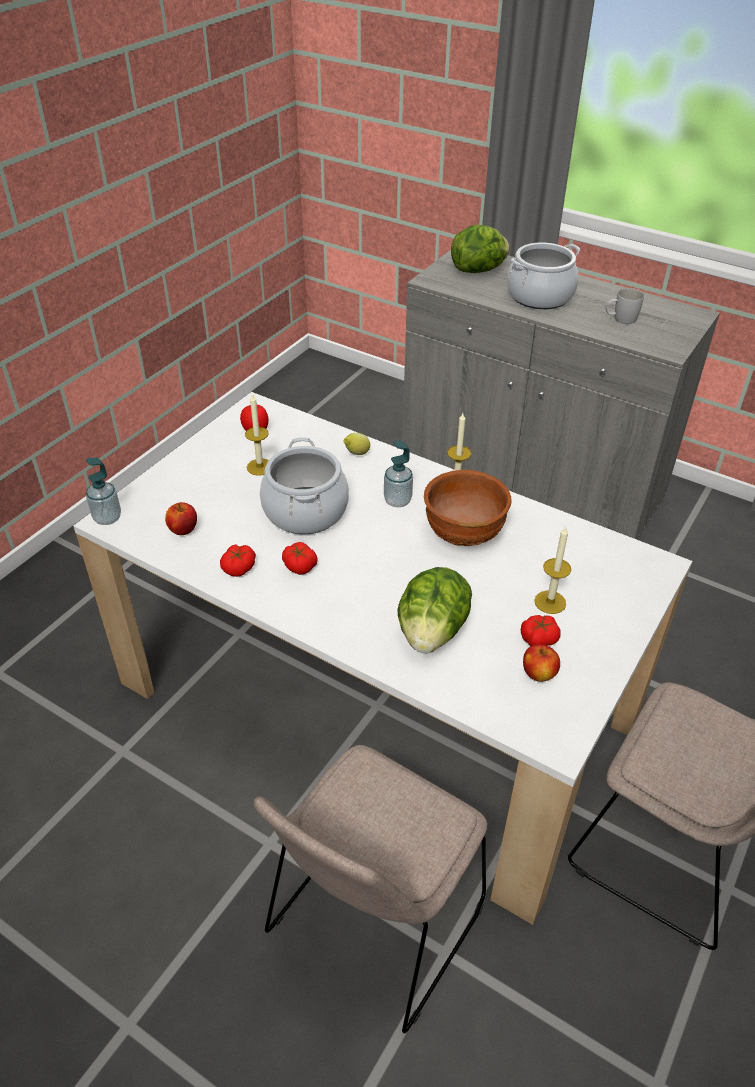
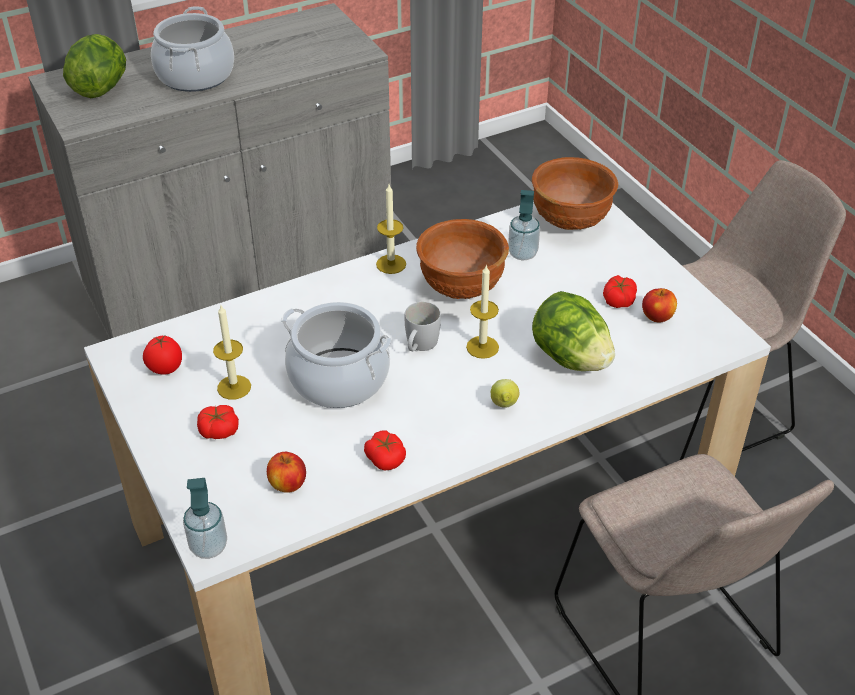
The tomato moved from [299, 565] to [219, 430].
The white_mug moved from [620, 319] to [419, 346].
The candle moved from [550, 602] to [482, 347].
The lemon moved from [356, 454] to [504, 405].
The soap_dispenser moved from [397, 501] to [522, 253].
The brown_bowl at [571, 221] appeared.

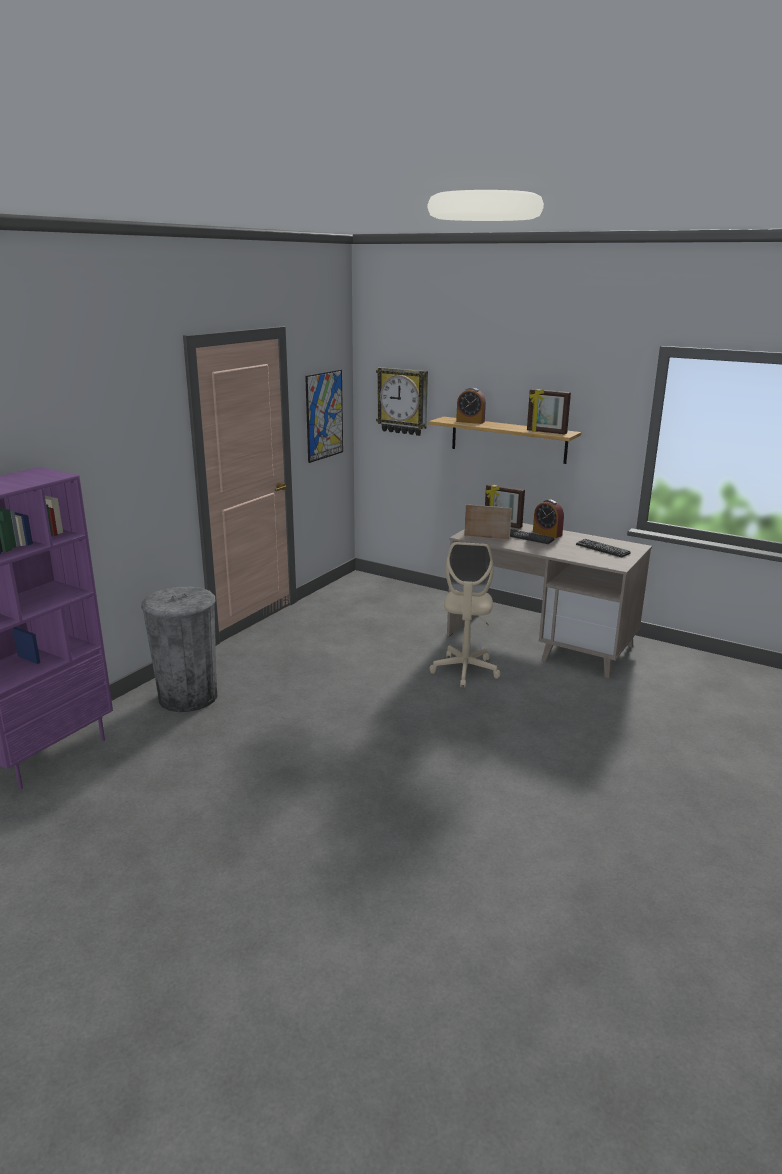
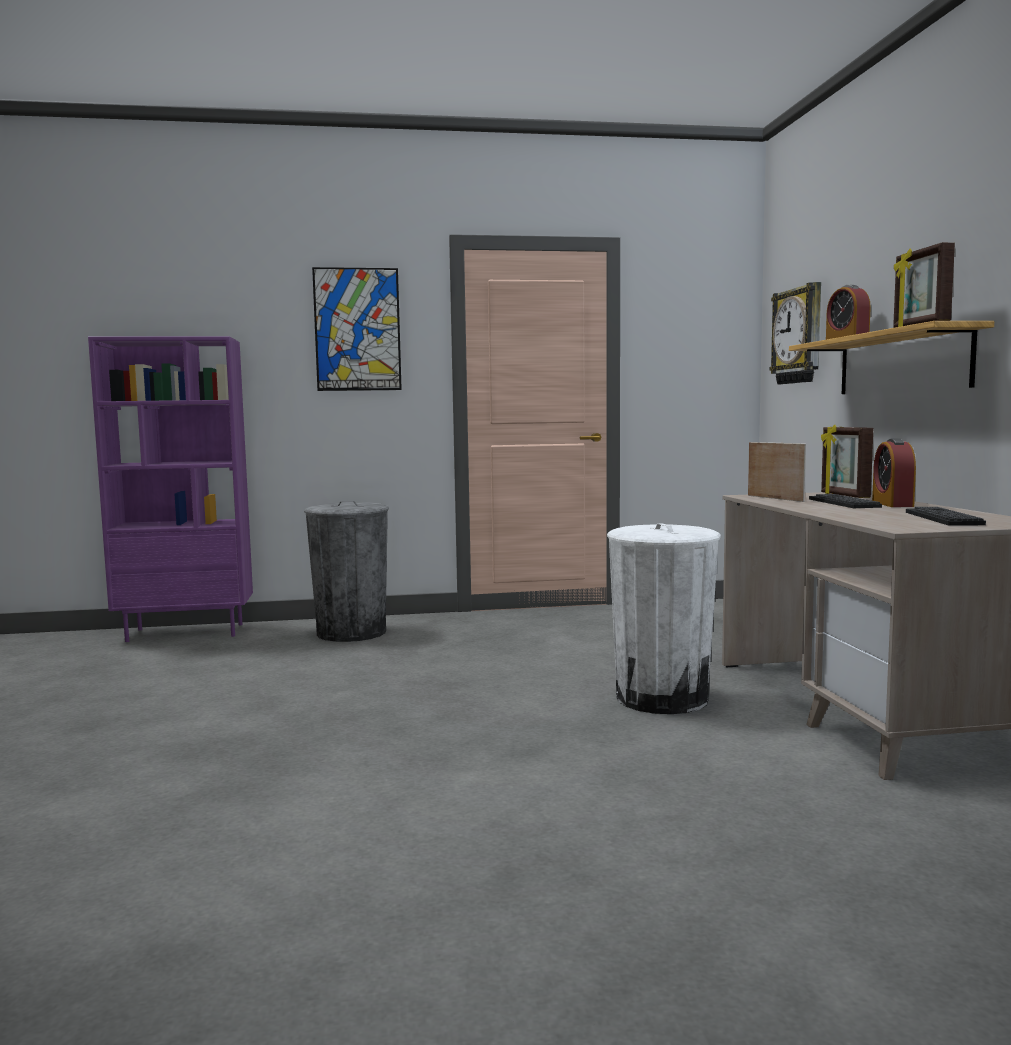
The picture moved from [324, 415] to [357, 329].
The beige_office_chair at [465, 670] was replaced by the white_trash_can at [661, 698].

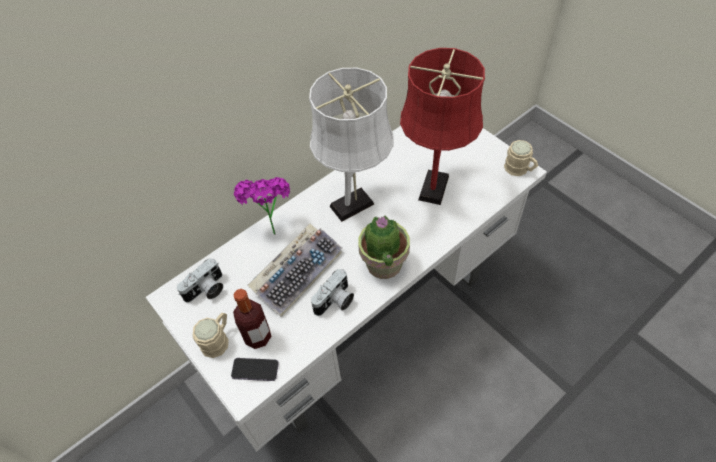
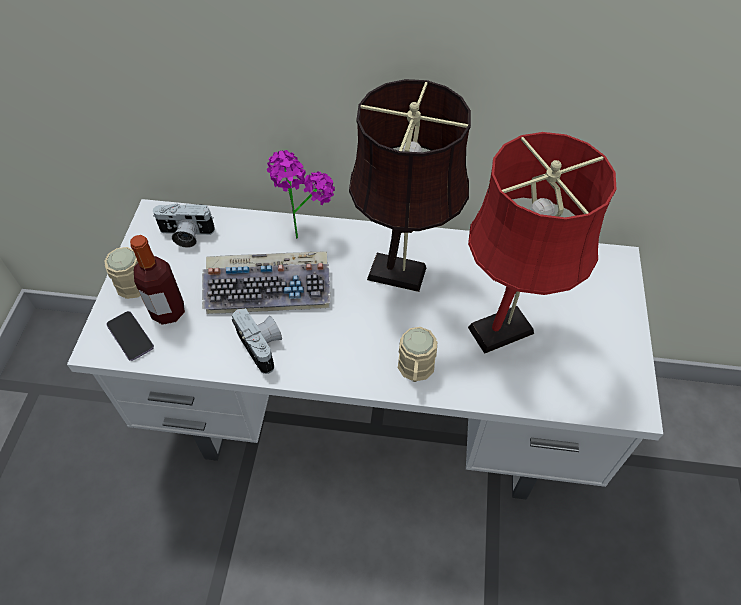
The photo_camera at [335, 302] turned 120 degrees counterclockwise.
The white_table_lamp at [355, 203] became the brown_table_lamp at [402, 275].
The beige_mug moved from [520, 169] to [415, 371].
The potted_plant at [383, 264] disappeared.

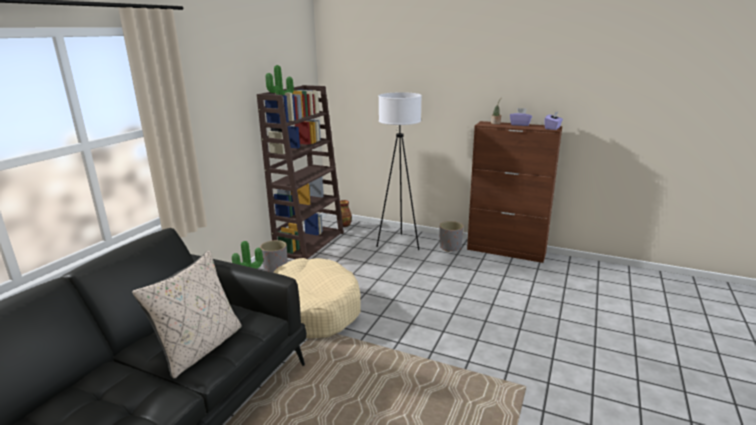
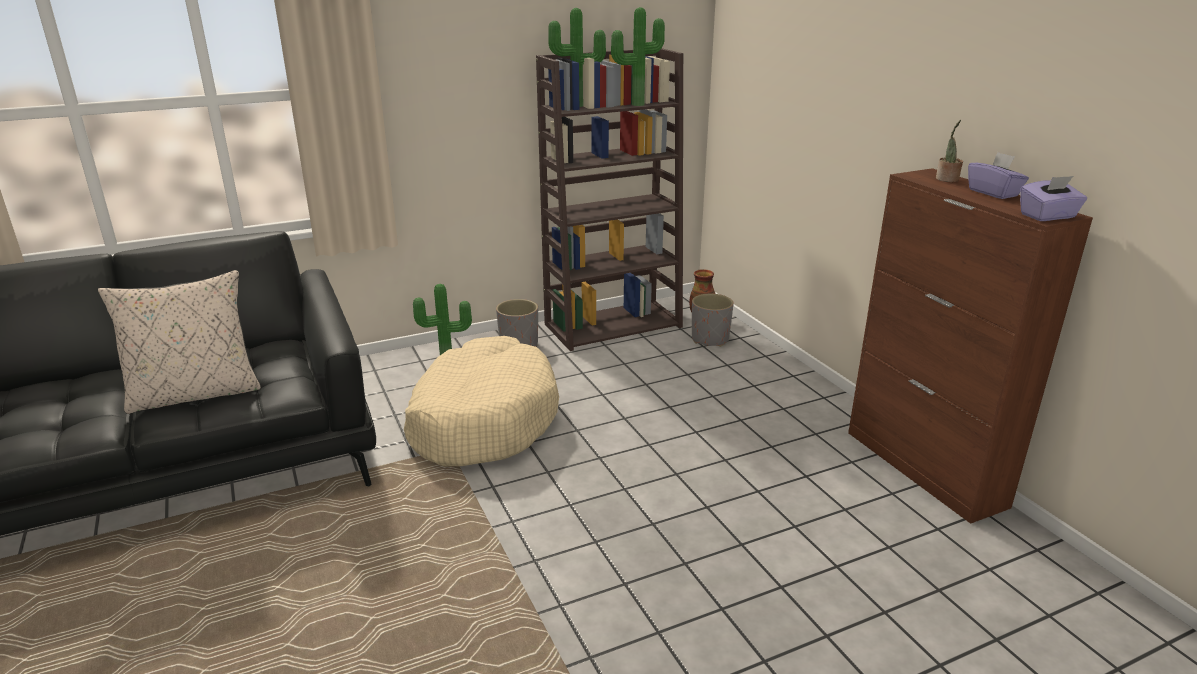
The potted_plant at [636, 104] appeared.
The grey_planter moved from [450, 247] to [709, 339].
The white_floor_lamp at [399, 243] disappeared.

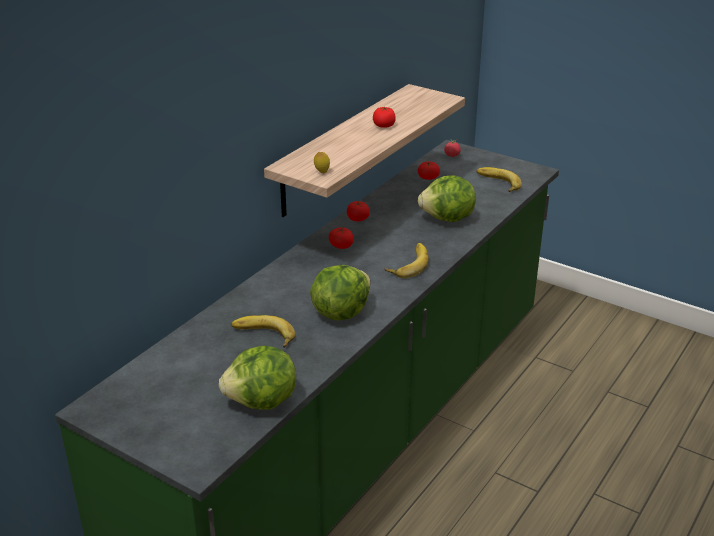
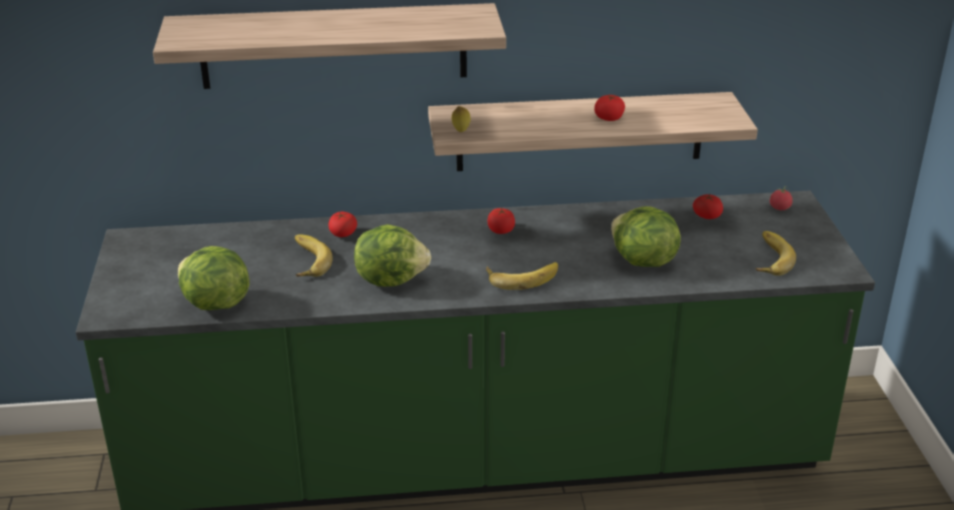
The shelf at [334, 46] appeared.
The tomato moved from [358, 218] to [343, 233].

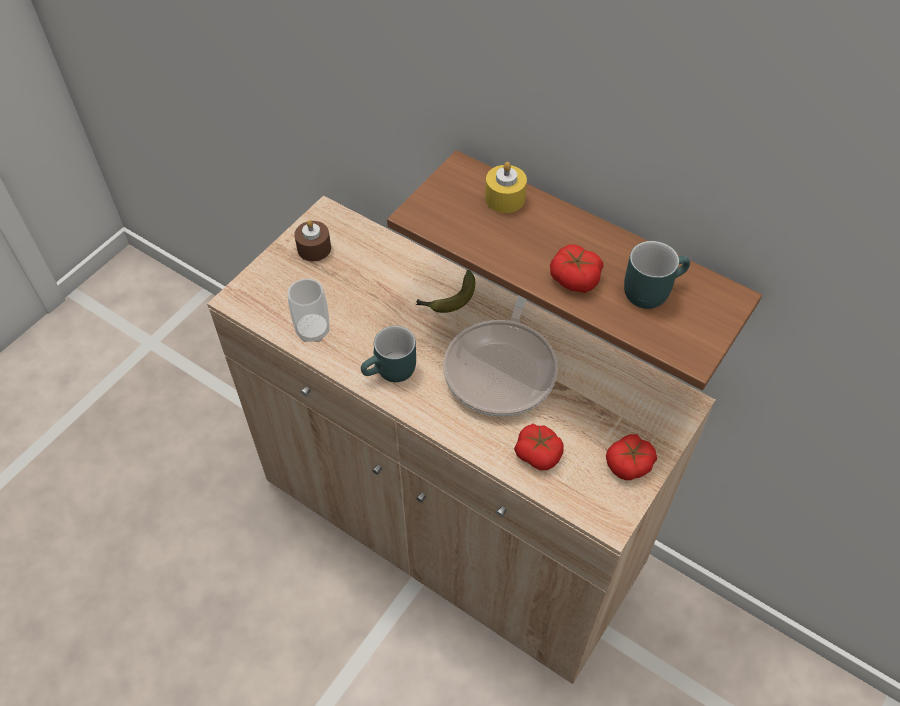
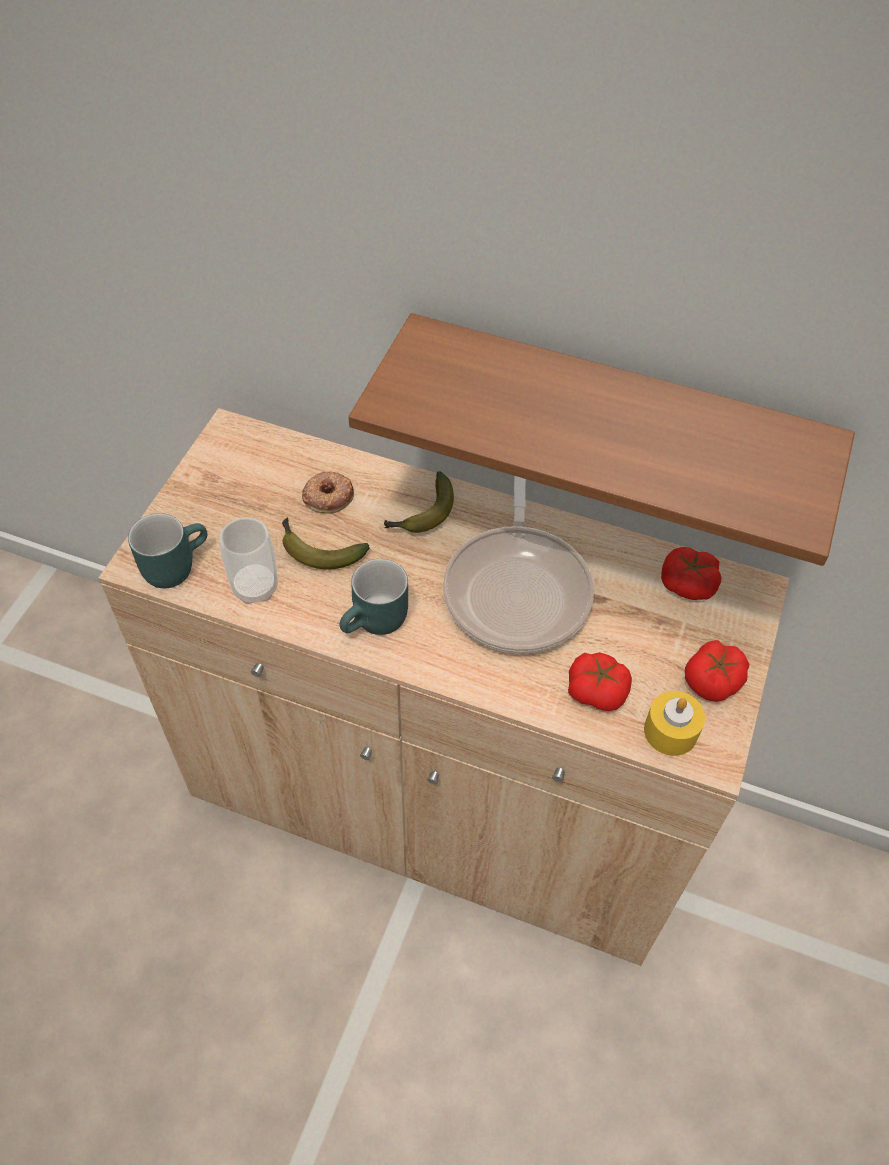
The turquoise_mug moved from [650, 288] to [174, 563].
The banana at [318, 550] appeared.
The donut at [328, 496] appeared.
The yellow_candle moved from [505, 198] to [670, 731].
The tomato moved from [574, 278] to [688, 584].
The brown_candle at [314, 248] disappeared.

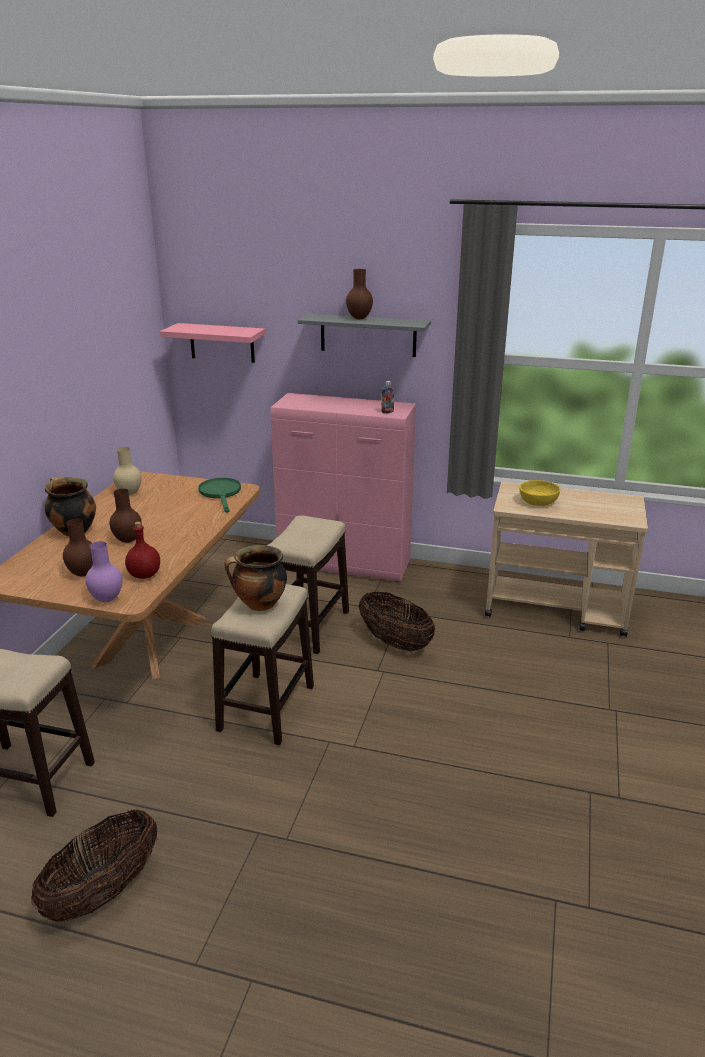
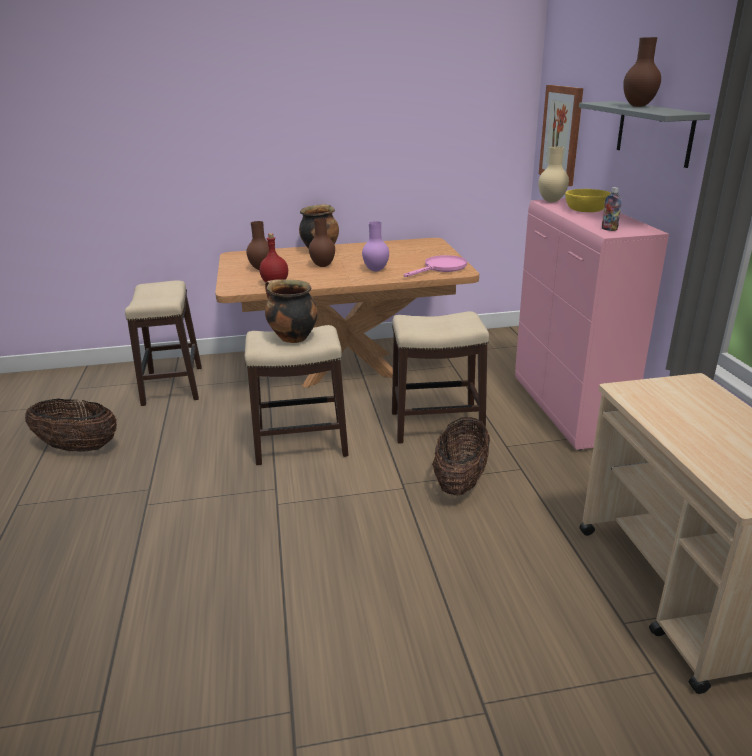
The purple_vase moved from [108, 599] to [376, 270].
The green_frying_pan at [221, 493] became the pink_frying_pan at [441, 268].
The beige_vase moved from [130, 494] to [552, 201].
The pink_shelf at [222, 343] was replaced by the picture at [561, 134].
The yellow_bowl moved from [537, 501] to [586, 210].

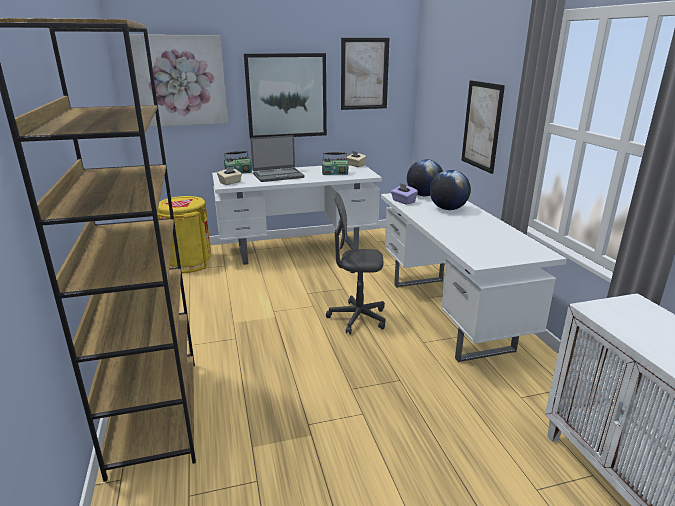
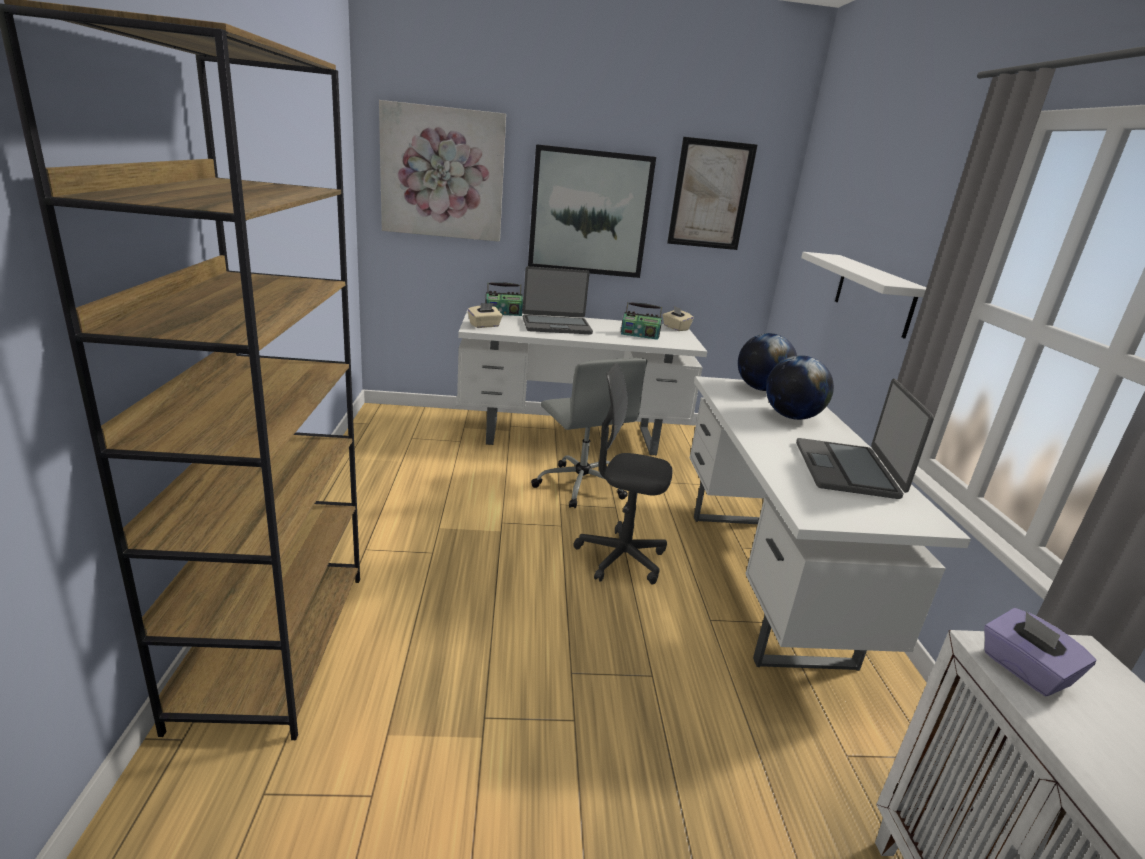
The grey_office_chair at [580, 485] appeared.
The laptop at [848, 470] appeared.
The picture at [482, 126] was replaced by the white_shelf at [873, 294].
The purple_tissue_box moved from [403, 201] to [1024, 670].
The yellow_trash_can at [187, 262] disappeared.

